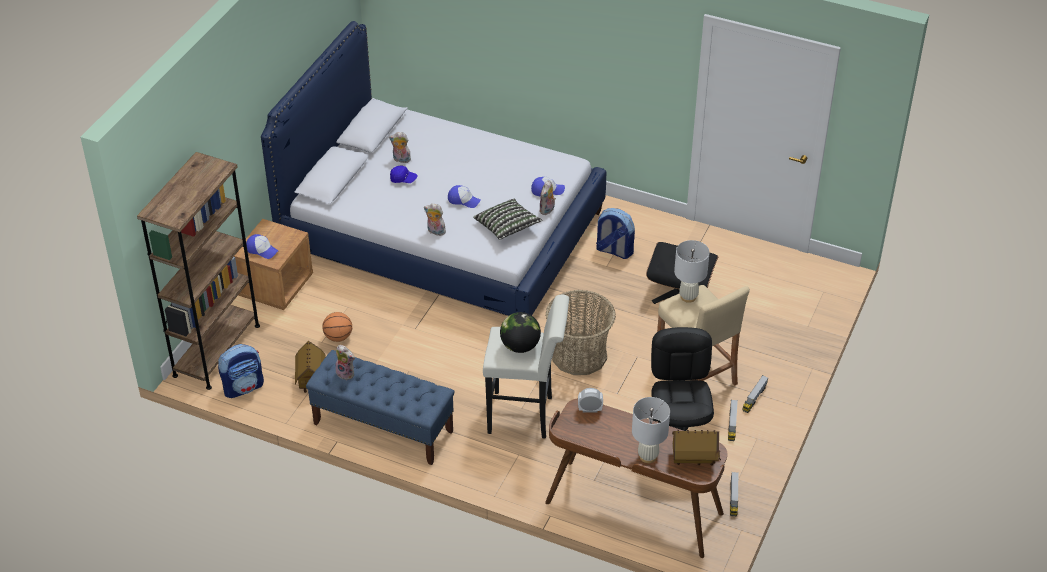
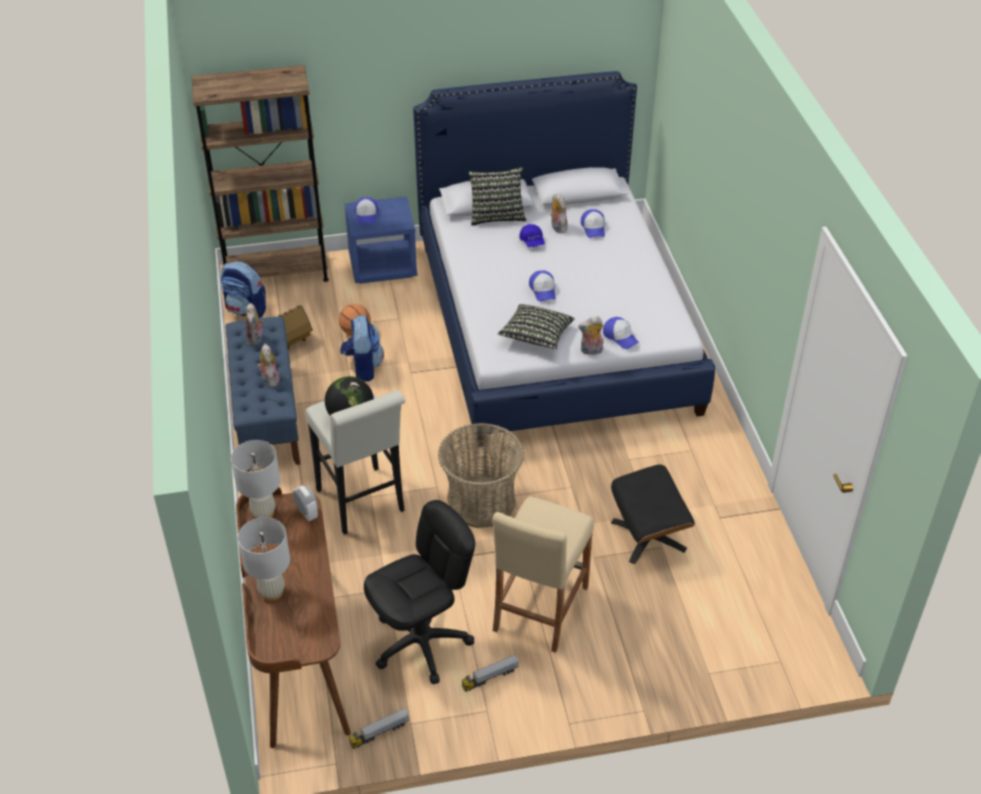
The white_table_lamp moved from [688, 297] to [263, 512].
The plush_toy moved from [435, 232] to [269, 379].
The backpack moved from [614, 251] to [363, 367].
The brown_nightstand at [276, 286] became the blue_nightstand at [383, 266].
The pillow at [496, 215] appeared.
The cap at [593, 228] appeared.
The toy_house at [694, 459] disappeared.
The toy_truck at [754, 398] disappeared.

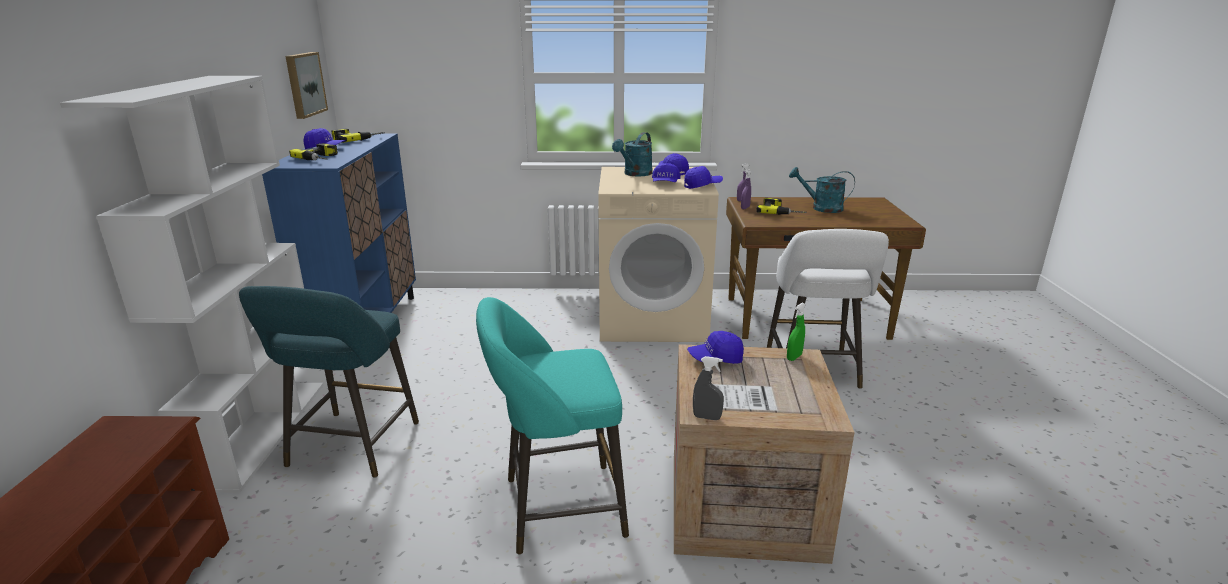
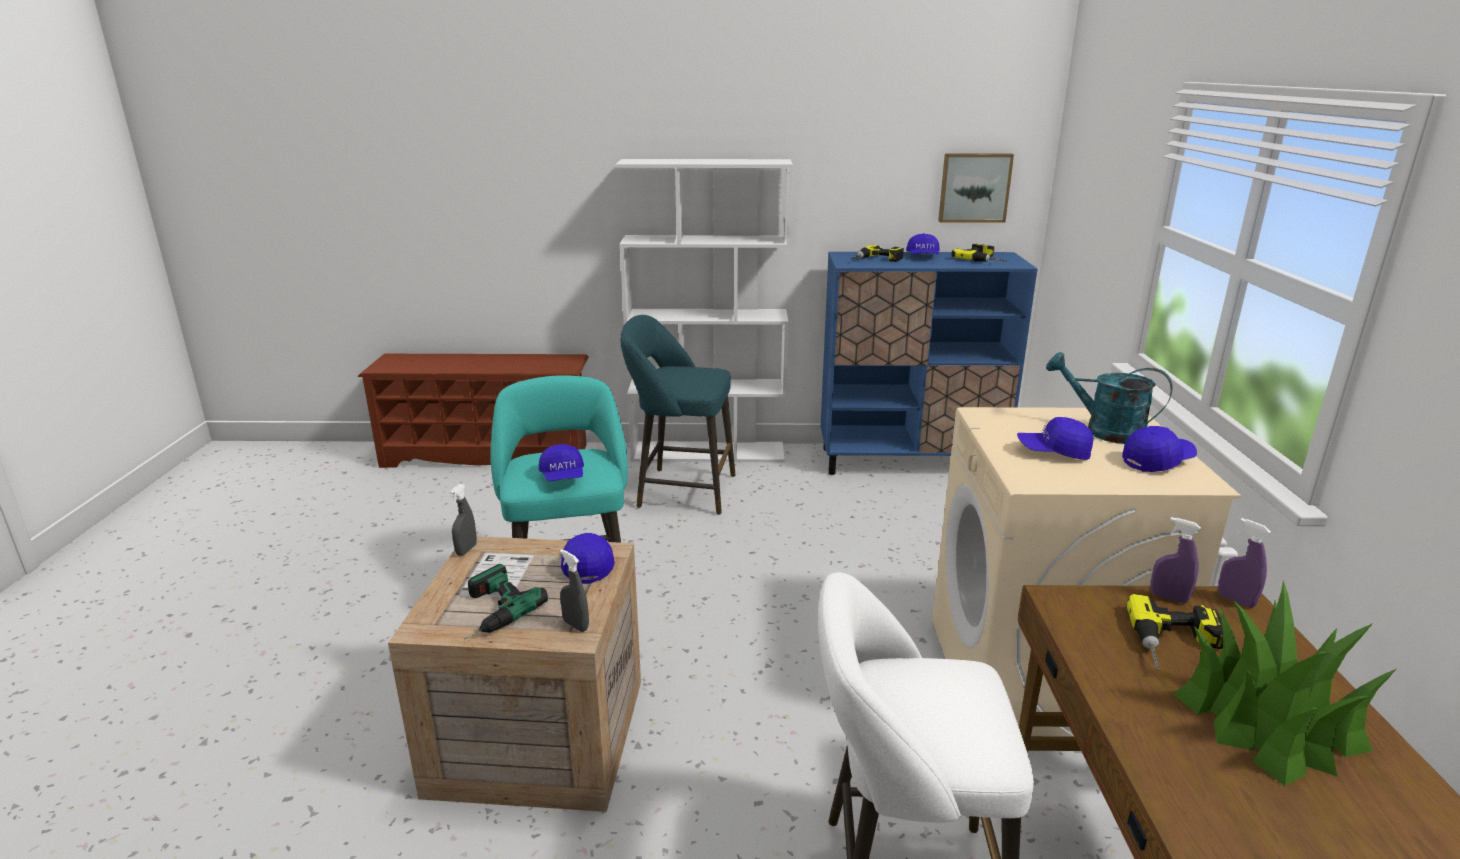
The power_drill at [488, 612] appeared.
The blue_cap moved from [702, 186] to [563, 476].
The green_spray_bottle at [794, 357] became the grey_spray_bottle at [576, 625].
The turquoise_watering_can at [821, 208] was replaced by the potted_plant at [1267, 721].

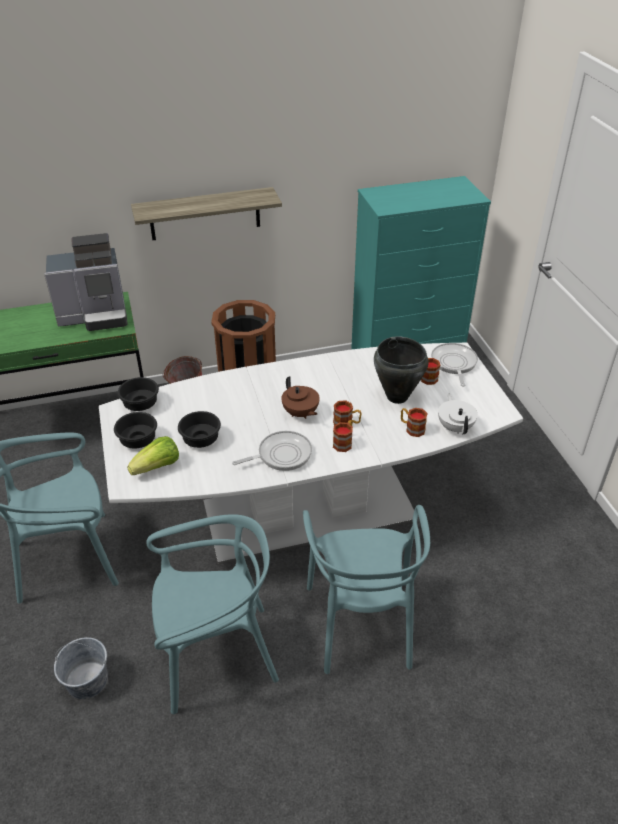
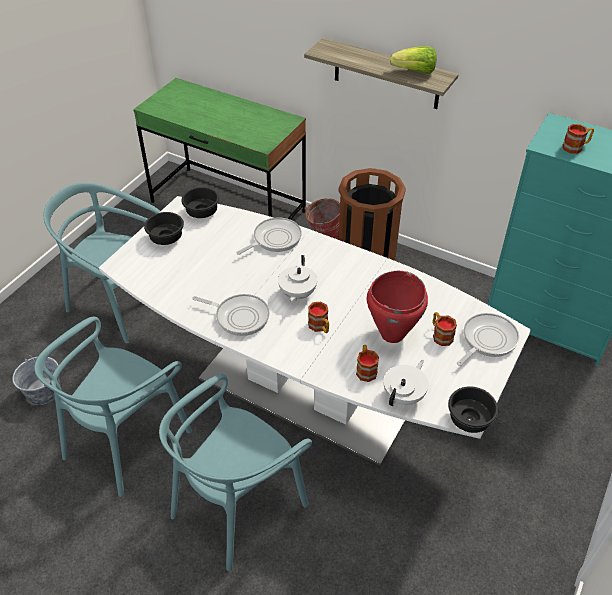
The turquoise_chair at [217, 654] turned 90 degrees clockwise.
The frying_pan at [274, 239] appeared.
The brown_teapot at [300, 413] became the white_teapot at [297, 294].
The black_cooking_pot at [397, 397] became the red_cooking_pot at [391, 334].
The lettuce moved from [157, 467] to [415, 72].
The black_bowl moved from [199, 439] to [468, 418].
The mug moved from [344, 442] to [576, 147].
The coffee_machine at [96, 316] disappeared.

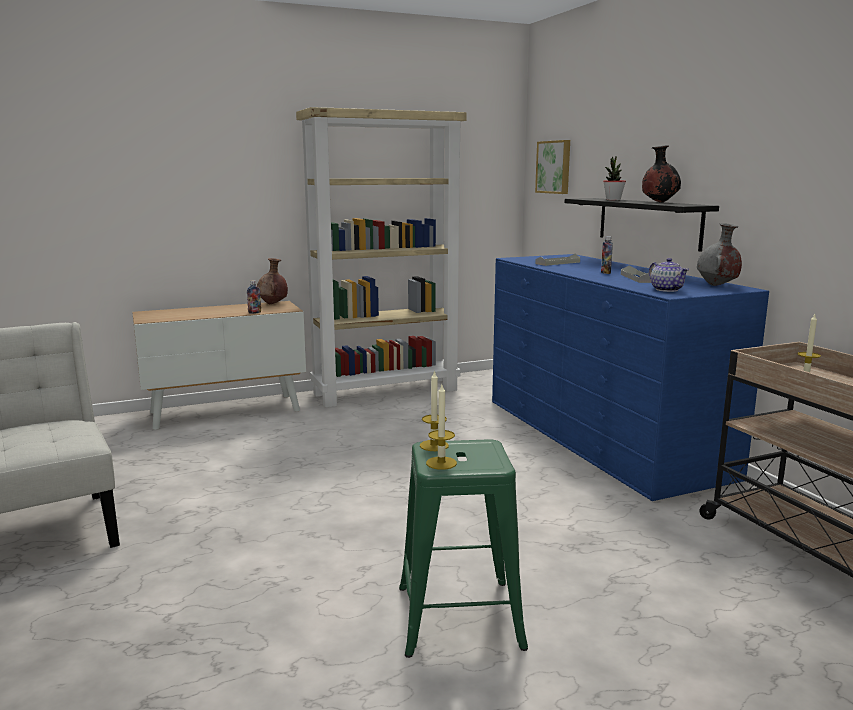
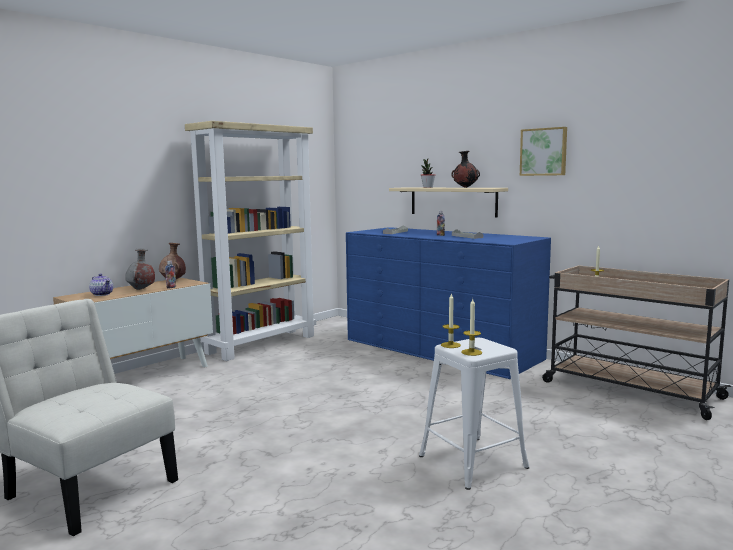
The teapot moved from [666, 289] to [102, 294].
The grey_vase moved from [717, 285] to [141, 289].
The black_shelf at [648, 222] became the beige_shelf at [452, 201].
The green_stool at [459, 616] became the white_stool at [473, 461].
The picture moved from [554, 167] to [544, 152].

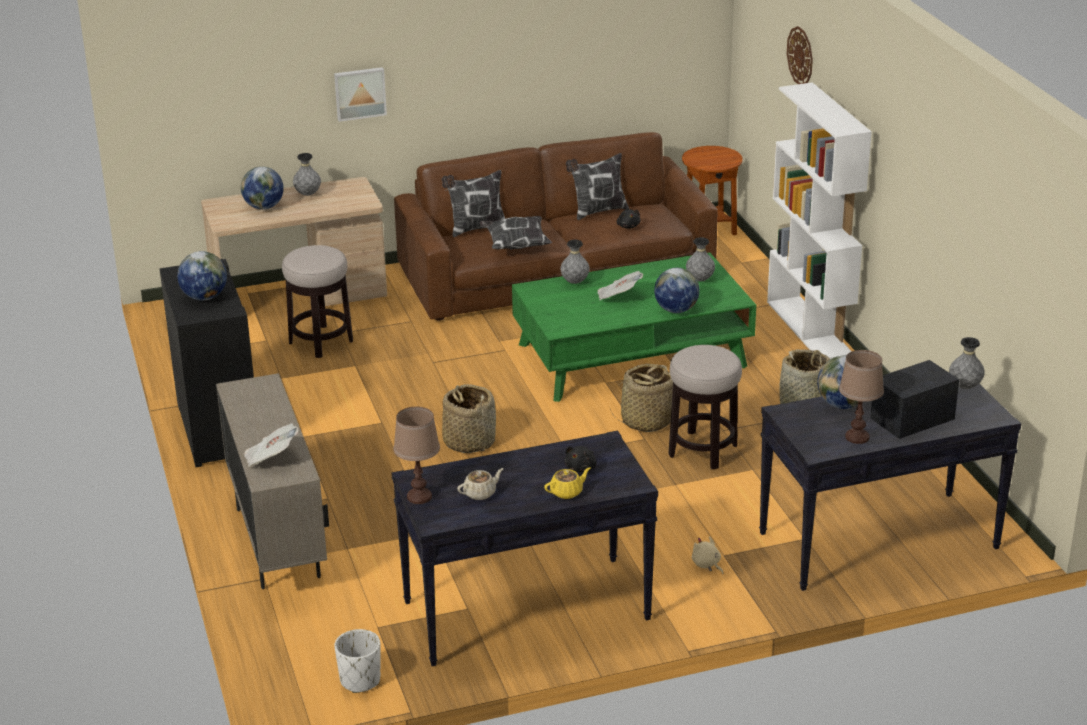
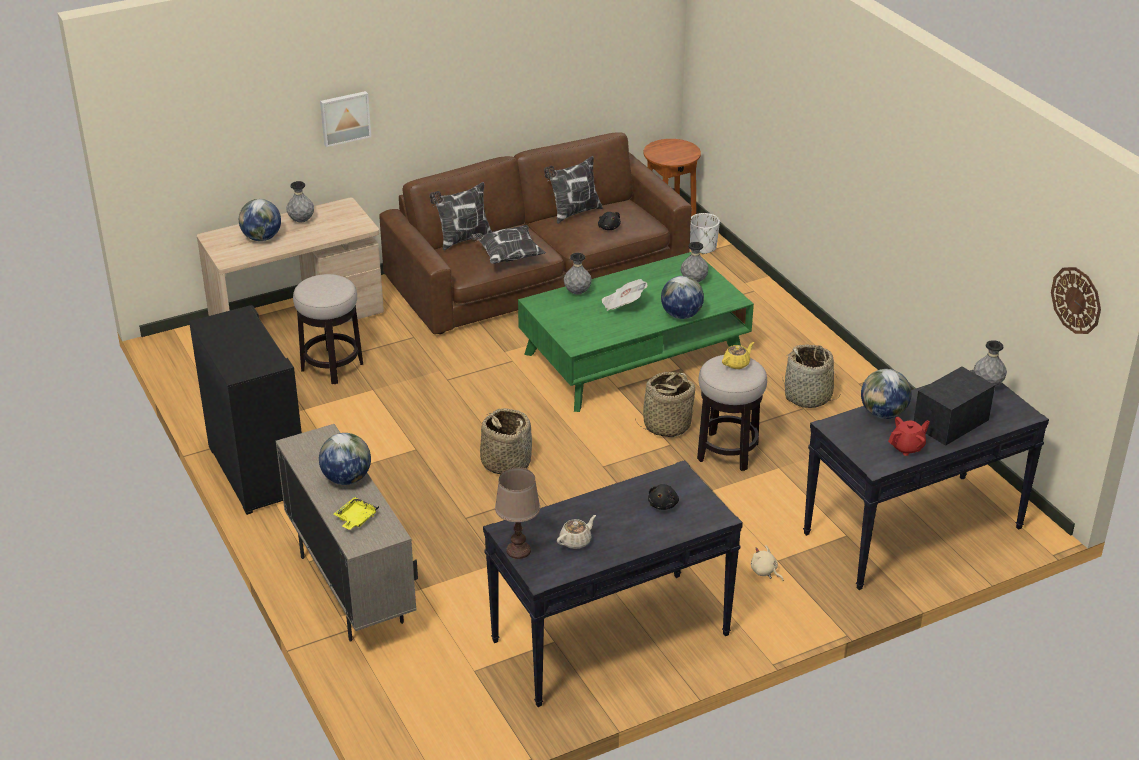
The globe moved from [204, 297] to [346, 479].
The newspaper at [271, 457] was replaced by the yellow_tray at [355, 518].
The white_planter moved from [360, 680] to [703, 247].
The yellow_teapot moved from [567, 492] to [737, 363].
The brown_table_lamp at [857, 437] was replaced by the red_teapot at [907, 447].
The wall_clock moved from [800, 56] to [1076, 300].
The white_bookcase at [810, 328] disappeared.

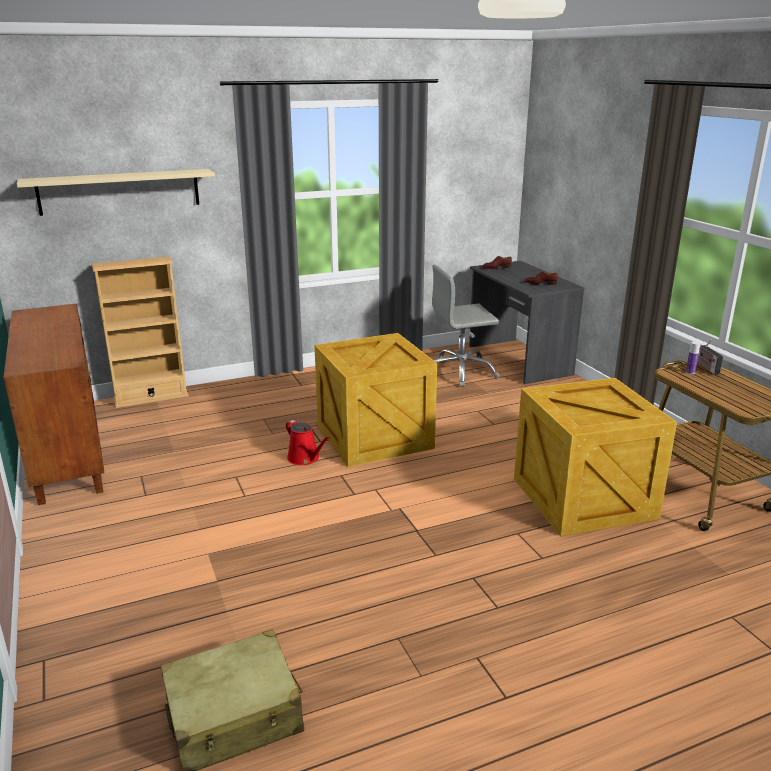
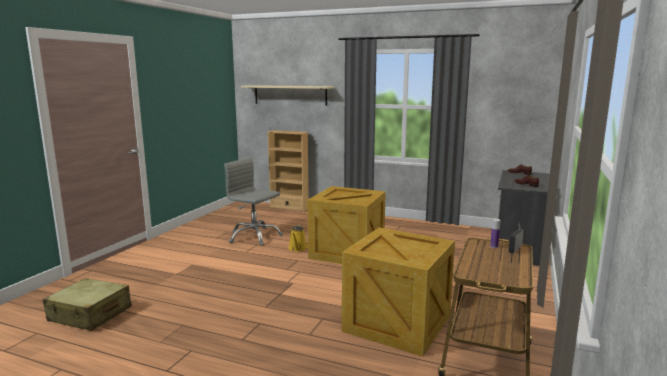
The grey_office_chair moved from [460, 372] to [254, 236].
The red_watering_can at [305, 458] became the yellow_watering_can at [297, 248].
The brown_cabinet at [67, 453] disappeared.

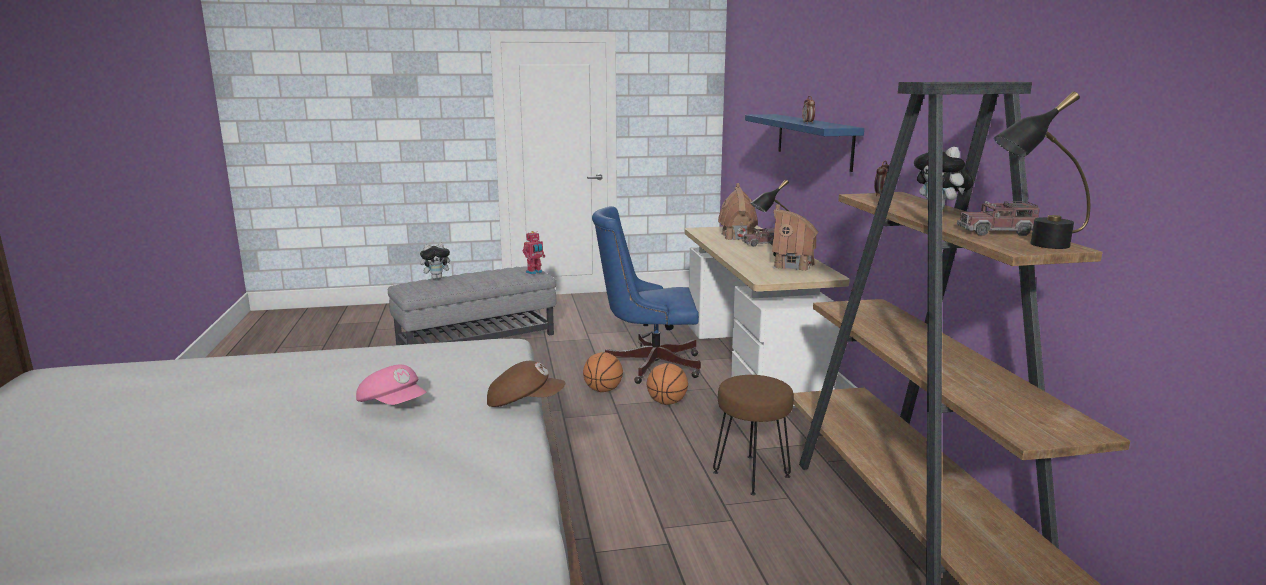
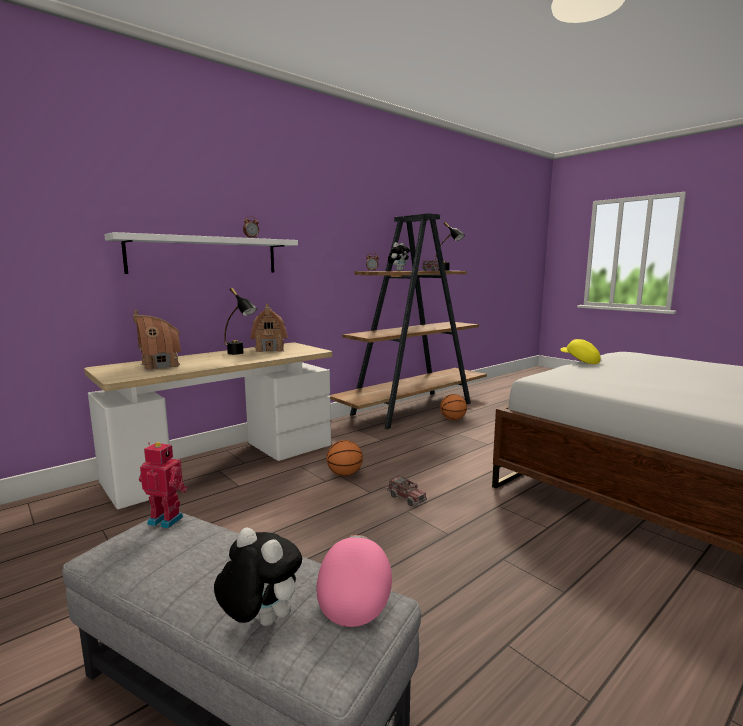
The blue_shelf at [813, 140] became the white_shelf at [205, 255].
The pink_cap moved from [394, 405] to [354, 592].
The toy_truck moved from [761, 244] to [406, 498].
The basketball moved from [603, 390] to [452, 419].
The brown_cap at [524, 402] became the yellow_cap at [579, 361].
The blue_office_chair at [648, 365] disappeared.
The brown_stool at [752, 474] disappeared.

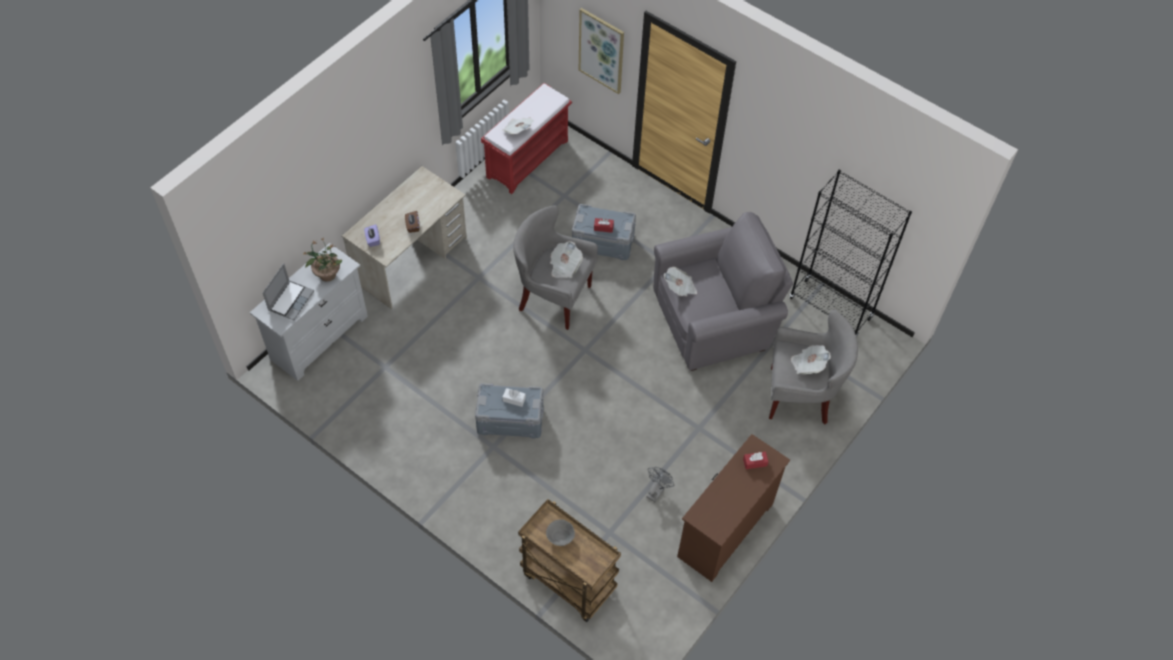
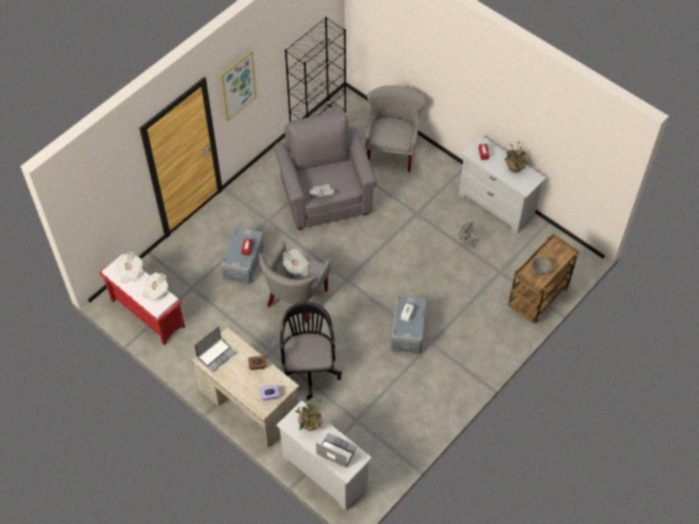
The newspaper moved from [808, 364] to [130, 272].
The laptop at [216, 354] appeared.
The picture moved from [601, 50] to [237, 85].
The black_office_chair at [308, 366] appeared.
The brown_dresser at [725, 530] became the white_dresser at [496, 205].
The potted_plant at [514, 168] appeared.

